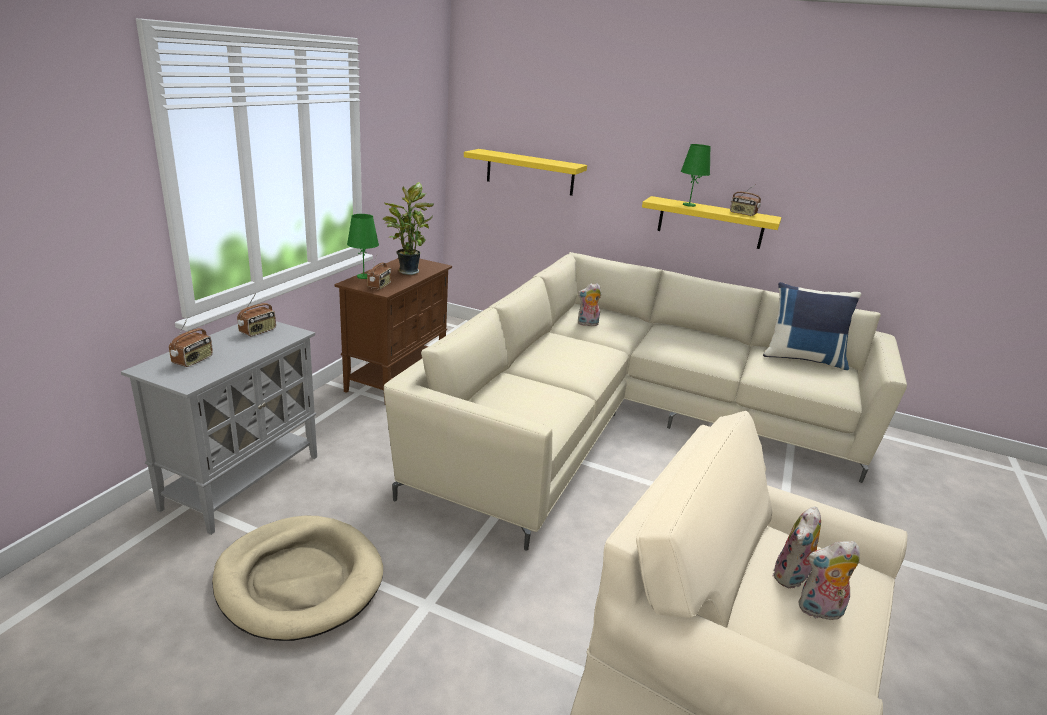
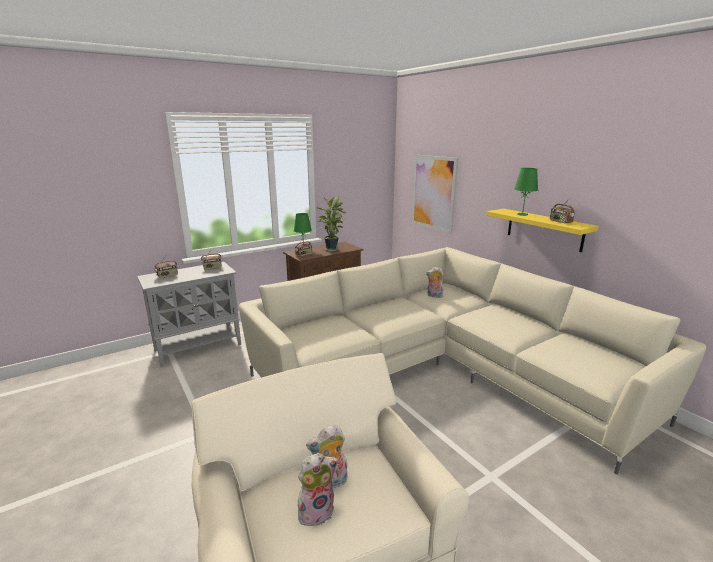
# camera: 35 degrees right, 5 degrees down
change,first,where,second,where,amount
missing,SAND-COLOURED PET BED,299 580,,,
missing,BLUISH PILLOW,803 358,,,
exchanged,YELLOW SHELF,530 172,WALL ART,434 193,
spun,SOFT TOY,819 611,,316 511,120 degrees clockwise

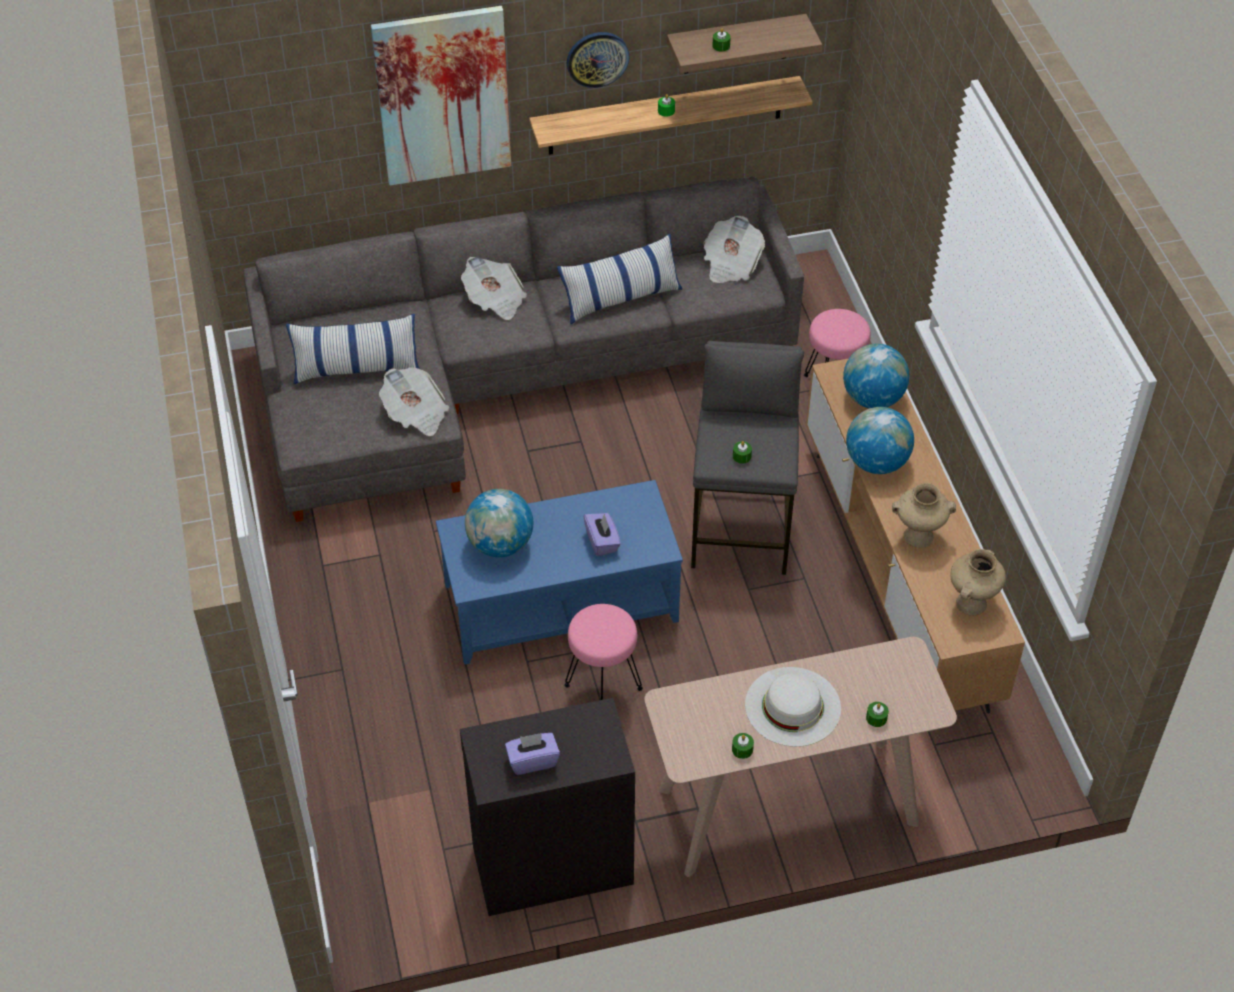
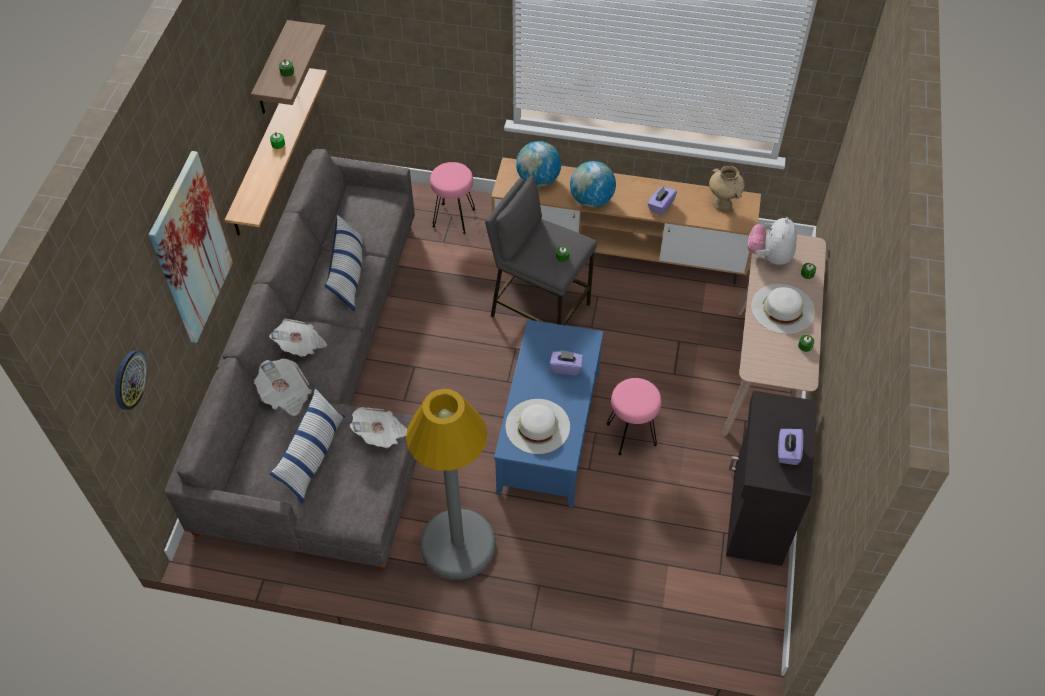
# camera: 65 degrees left, 5 degrees up
change,first,where,second,where,amount
appeared,,,GREY STANDING LAMP,457 544,
appeared,,,SOFT TOY,769 256,
relocated,HANGING CLOCK,597 58,,129 380,
relocated,DAILY PAPER,731 264,,285 395,
exchanged,DESK GLOBE,500 544,WHITE HAT,537 426,
exchanged,SAND-COLOURED VASE,917 537,PURPLE-COLOURED TISSUE HOLDER,660 206,

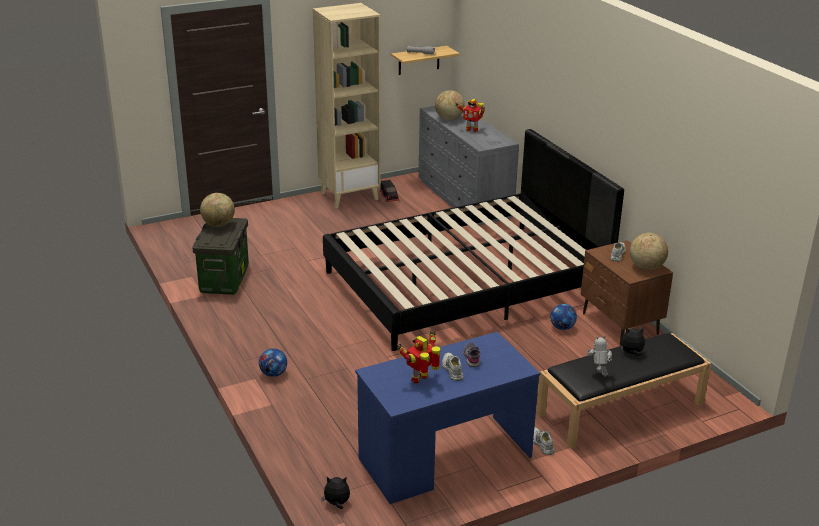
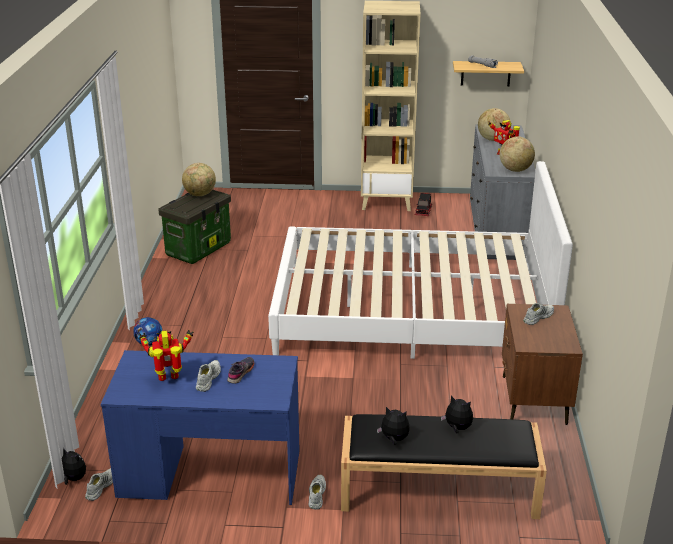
# camera: 30 degrees right, 0 degrees up
change,first,where,second,where,amount
missing,FOOTBALL,562 327,,,
appeared,,,WHITE ITEM OF FOOTWEAR,100 486,
relocated,DESK GLOBE,646 267,,515 170,
exchanged,TOY ROBOT,598 375,SOFT TOY,394 439,
colour,BLACK BEDROOM BED,465 283,WHITE BEDROOM BED,411 311,

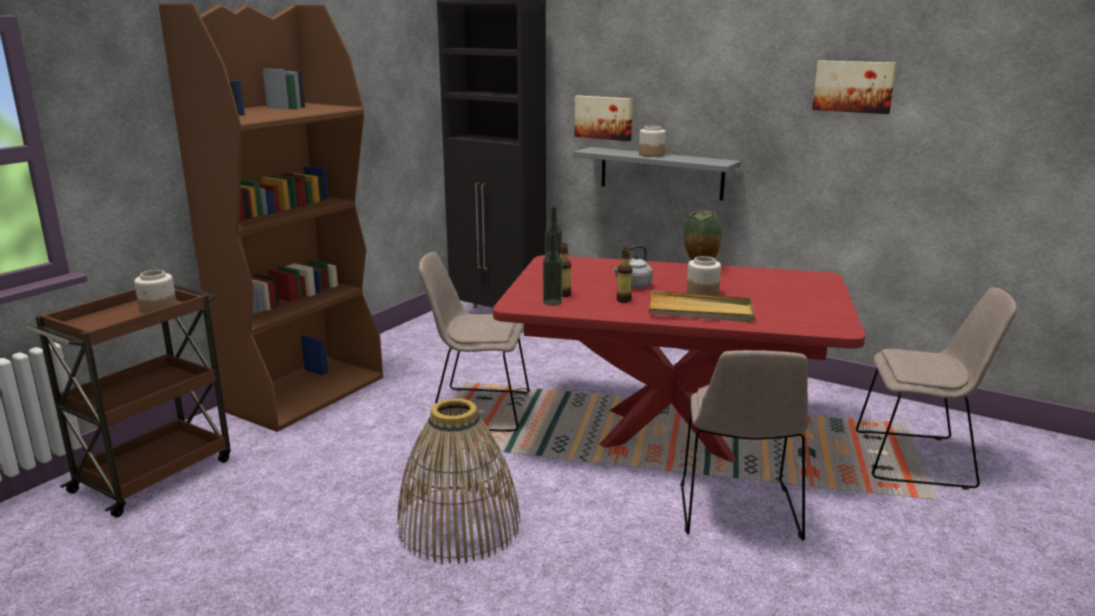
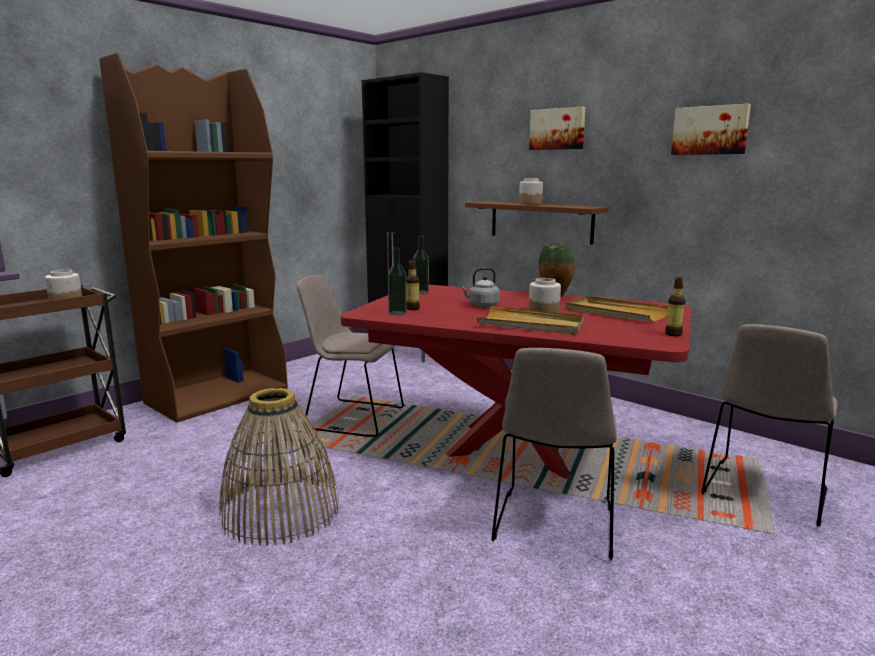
# camera: 10 degrees right, 5 degrees down
change,first,where,second,where,amount
appeared,,,SAND-COLOURED CARRYING TRAY,615 312,
relocated,WALL ART,604 117,,557 129,
relocated,DRINK BOTTLE,623 300,,673 334,
colour,GREY SHELF,661 173,BROWN-COLOURED SHELF,540 221,
spun,SAND-COLOURED PLAIN CHAIR,918 459,,763 493,105 degrees clockwise

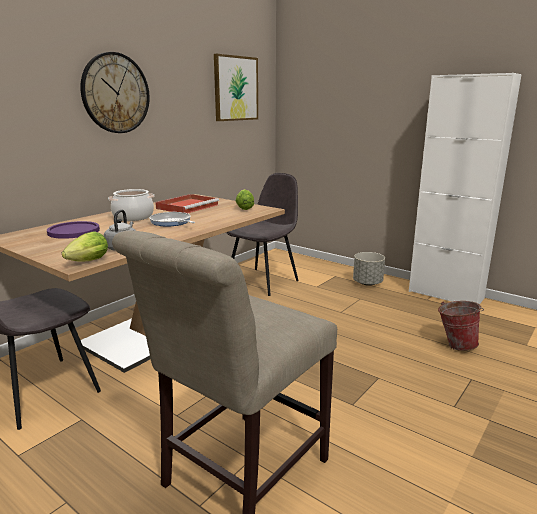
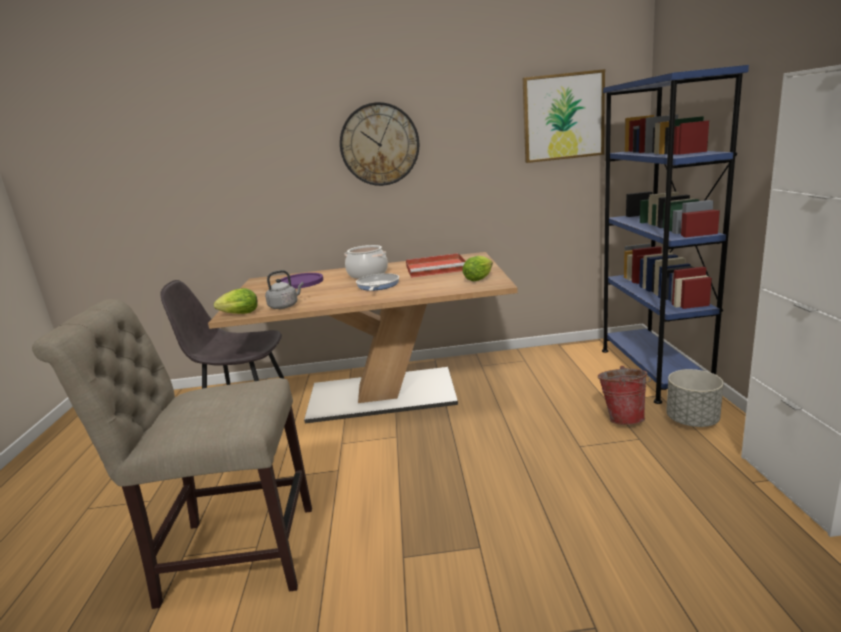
# camera: 50 degrees right, 0 degrees up
change,first,where,second,where,amount
missing,GREY PLAIN CHAIR,263 281,,,
appeared,,,BLUISH BOOKSHELF,652 371,
relocated,PAIL,455 344,,623 418,

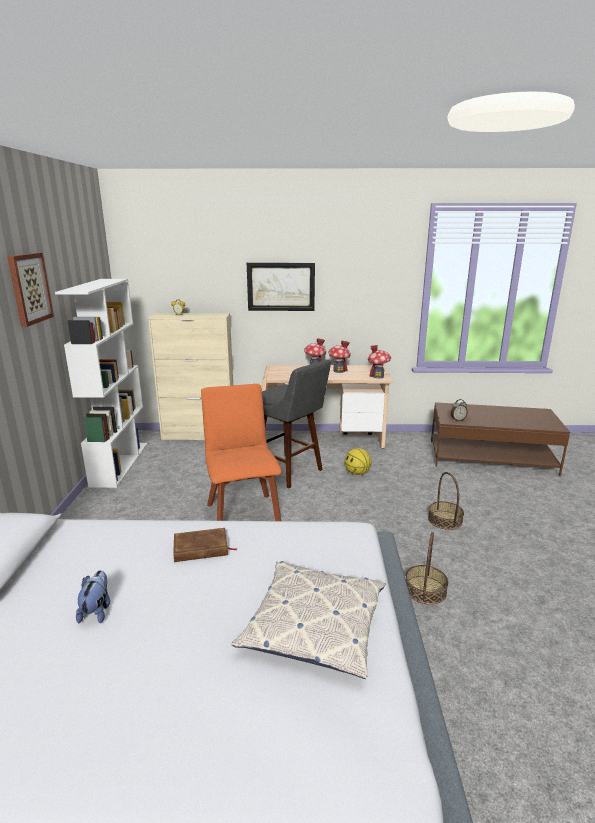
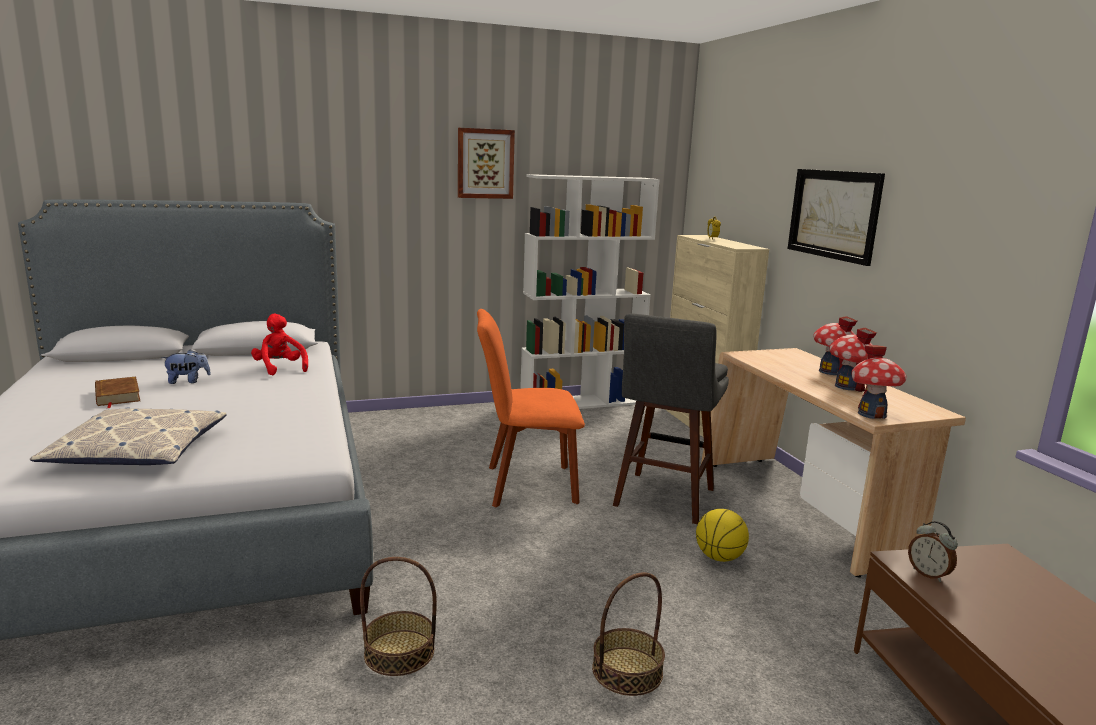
# camera: 70 degrees right, 5 degrees down
change,first,where,second,where,amount
appeared,,,RED SOFT TOY,280 368,
relocated,BROWN-COLOURED VOLUME,201 548,,117 396,
spun,ORANGE-COLOURED PLAIN CHAIR,243 512,,525 485,150 degrees counterclockwise

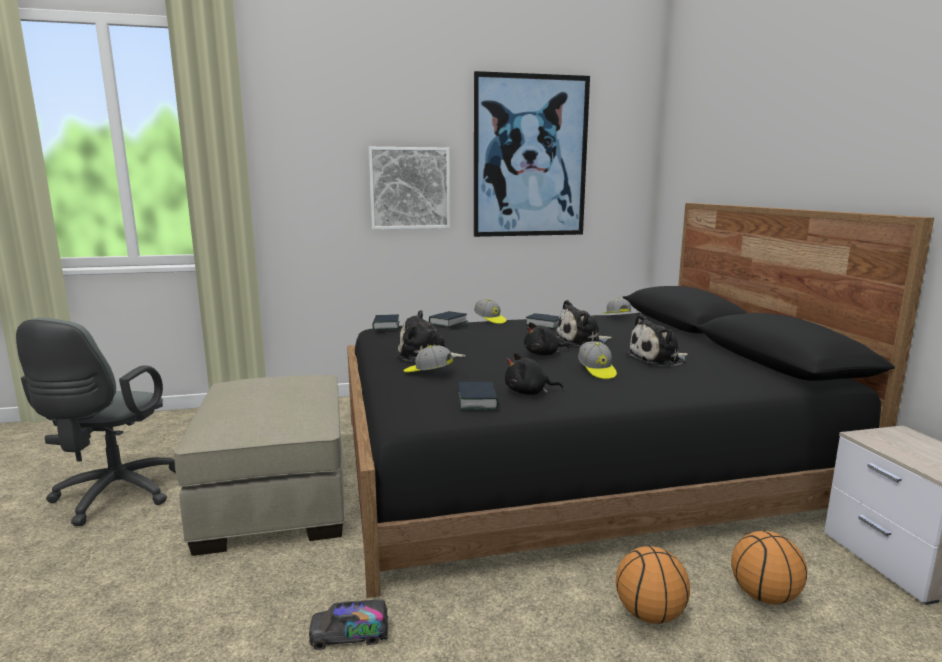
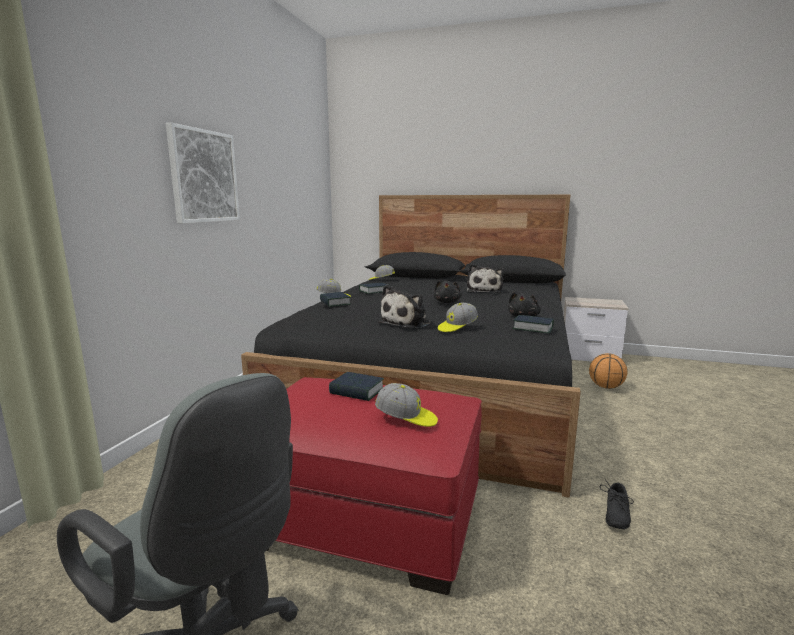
# camera: 60 degrees left, 0 degrees up
change,first,where,second,where,amount
missing,WALL ART,530 157,,,
missing,SOFT TOY,582 341,,,
missing,BASKETBALL,650 615,,,
relocated,VOLUME,386 326,,357 391,
relocated,BASEBALL CAP,597 371,,406 418,
exchanged,TOY TRUCK,350 635,BLACK ITEM OF FOOTWEAR,614 514,
colour,SAND-COLOURED OTTOMAN,276 497,RED OTTOMAN,367 516,

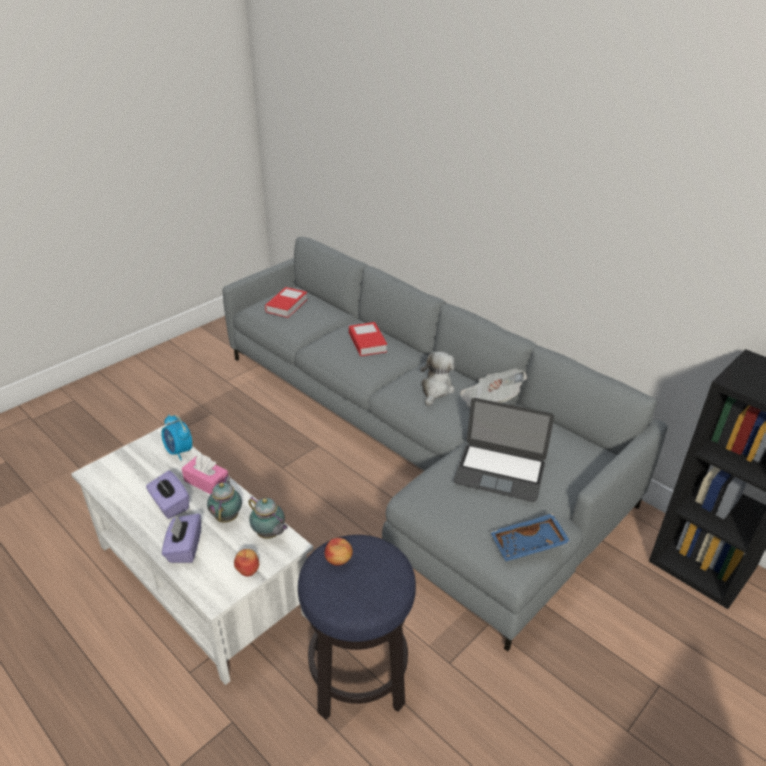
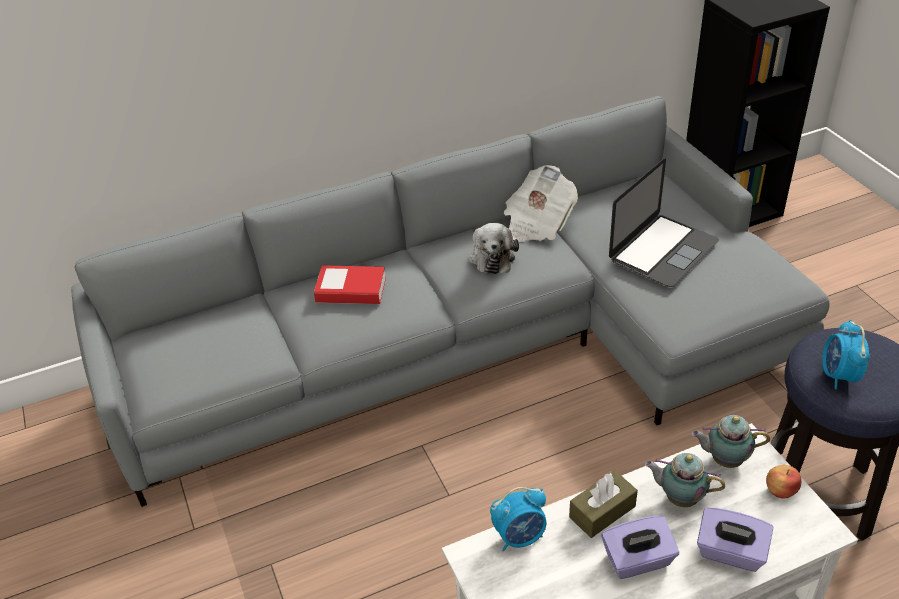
# camera: 65 degrees left, 5 degrees up
change,first,where,second,where,amount
missing,VOLUME,286 305,,,
missing,BLUISH CARRYING TRAY,529 545,,,
exchanged,APPLE,339 560,ALARM CLOCK,838 375,
colour,PINK-COLOURED TISSUE HOLDER,206 482,BROWN-COLOURED TISSUE HOLDER,602 511,
spun,POT FOR TEA,269 534,,724 459,150 degrees counterclockwise
spun,SOFT TOY,436 389,,492 257,135 degrees counterclockwise

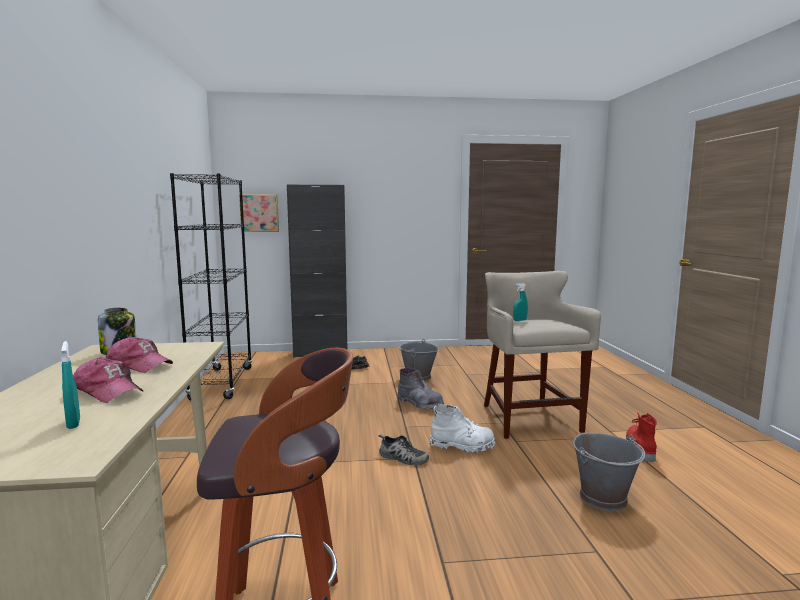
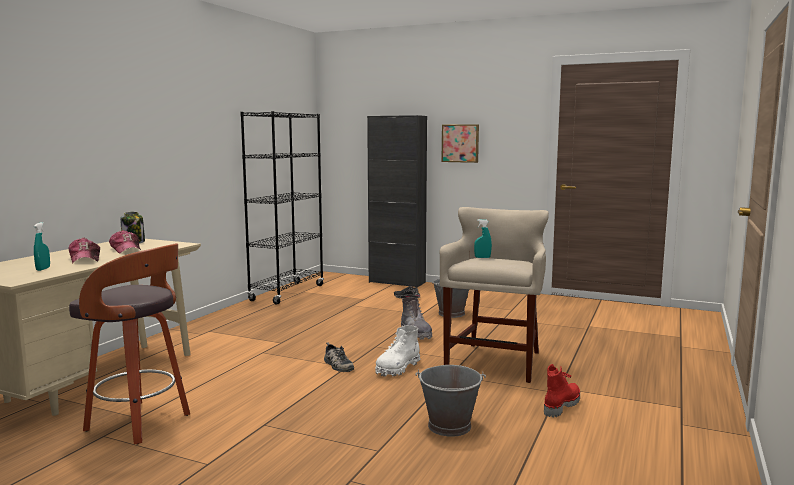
# camera: 30 degrees right, 0 degrees up
change,first,where,second,where,amount
relocated,WALL ART,259 213,,460 143,
spun,WHITE BOOT,462 446,,397 368,90 degrees clockwise

